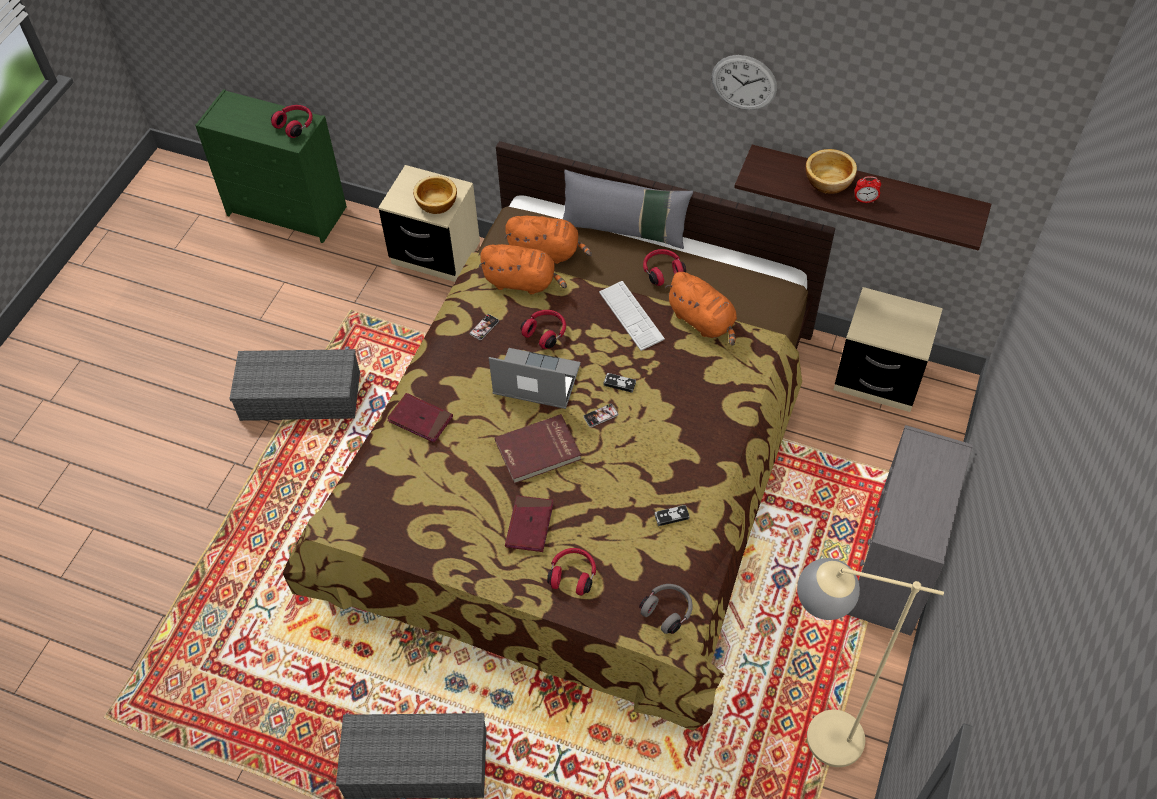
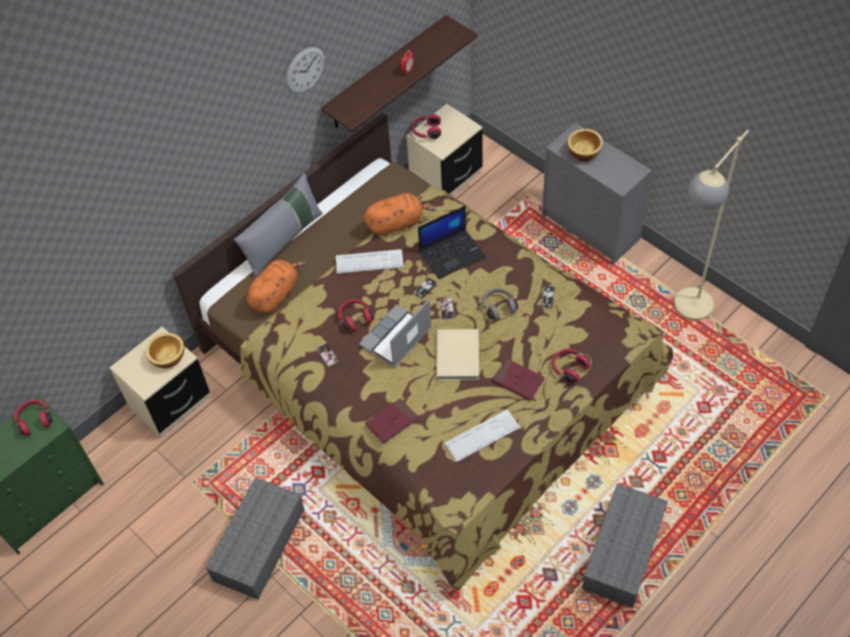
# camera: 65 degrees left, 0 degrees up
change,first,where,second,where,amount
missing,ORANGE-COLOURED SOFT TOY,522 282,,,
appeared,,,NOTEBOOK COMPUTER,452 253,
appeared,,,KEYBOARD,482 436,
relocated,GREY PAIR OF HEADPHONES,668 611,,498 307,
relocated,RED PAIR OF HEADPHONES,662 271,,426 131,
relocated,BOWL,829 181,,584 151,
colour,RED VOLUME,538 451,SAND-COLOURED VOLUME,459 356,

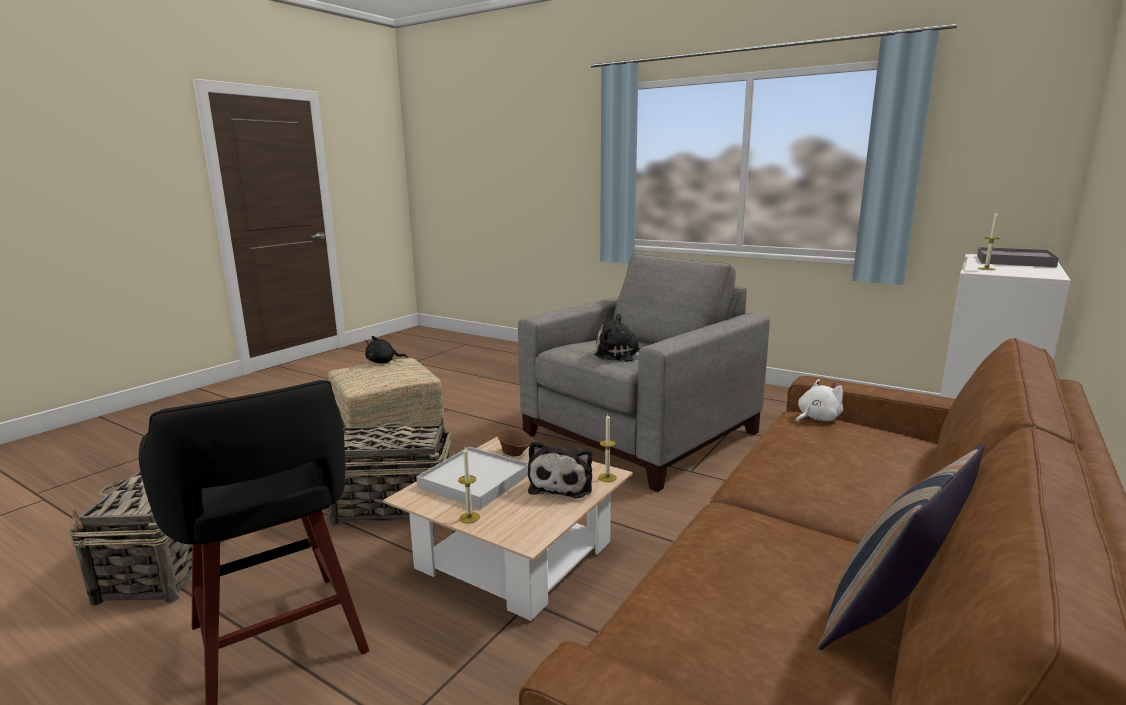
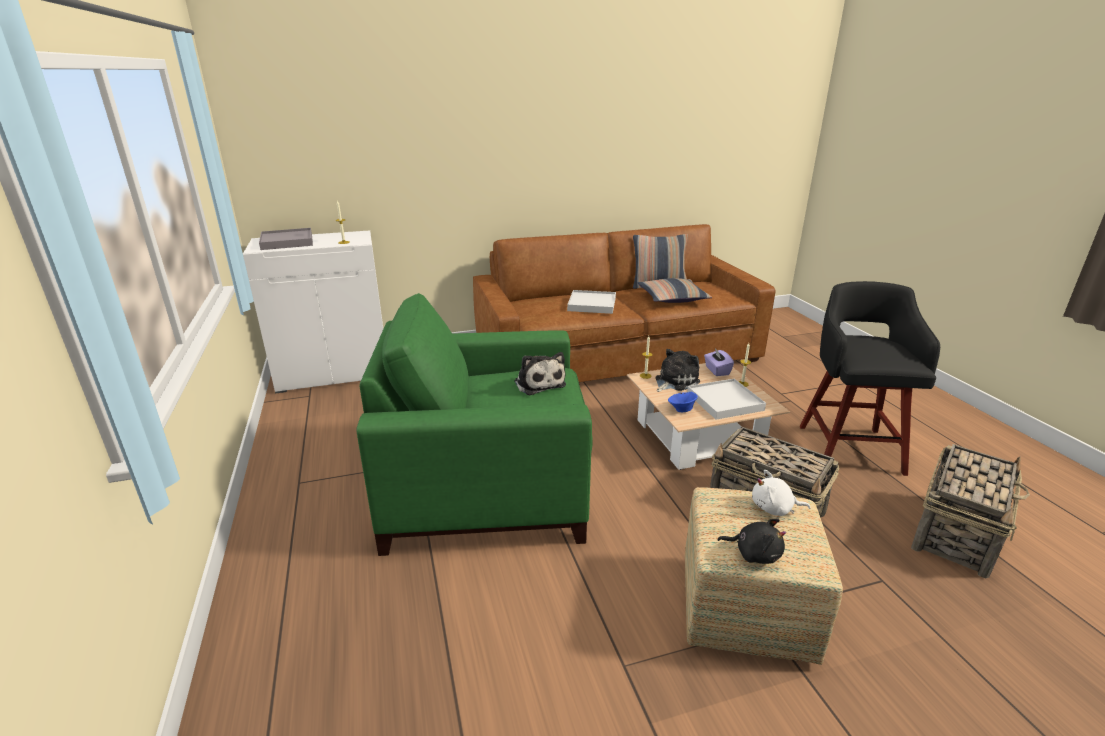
# camera: 140 degrees left, 10 degrees up
change,first,where,second,where,amount
appeared,,,WHITE CARRYING TRAY,592 304,
appeared,,,PILLOW,672 298,
appeared,,,PURPLE-COLOURED TISSUE HOLDER,717 370,
relocated,WHITE SOFT TOY,816 418,,774 508,
colour,BROWN-COLOURED BOWL,515 453,BLUISH BOWL,681 410,
colour,GREY EASY CHAIR,639 435,GREEN-COLOURED EASY CHAIR,488 485,

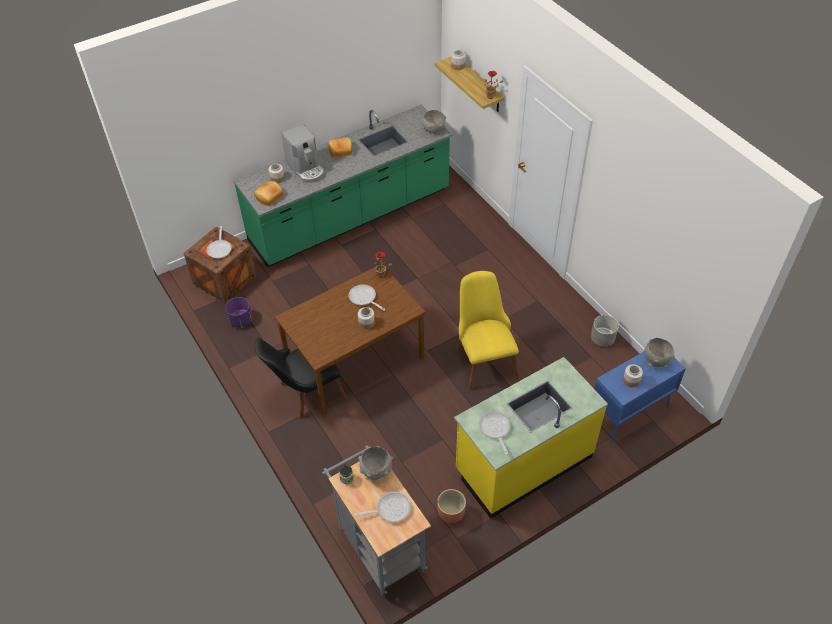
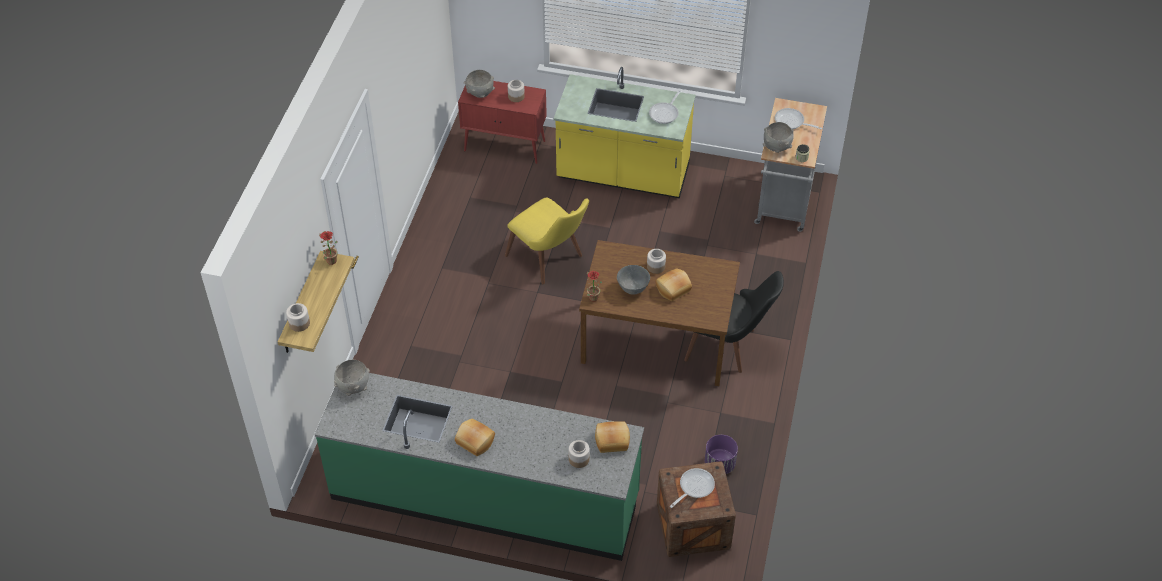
# camera: 135 degrees left, 0 degrees up
change,first,where,second,where,amount
missing,COFFEE MAKER,306 169,,,
missing,BROWN-COLOURED PLANT POT,450 513,,,
missing,GREY PLANT POT,602 339,,,
appeared,,,BAKED BREAD,673 289,
exchanged,SKILLET,364 298,GREY BOWL,633 288,
colour,BLUISH CABINET,628 414,RED CABINET,505 146,
spun,YELLOW PLAIN CHAIR,483 358,,551 260,75 degrees counterclockwise

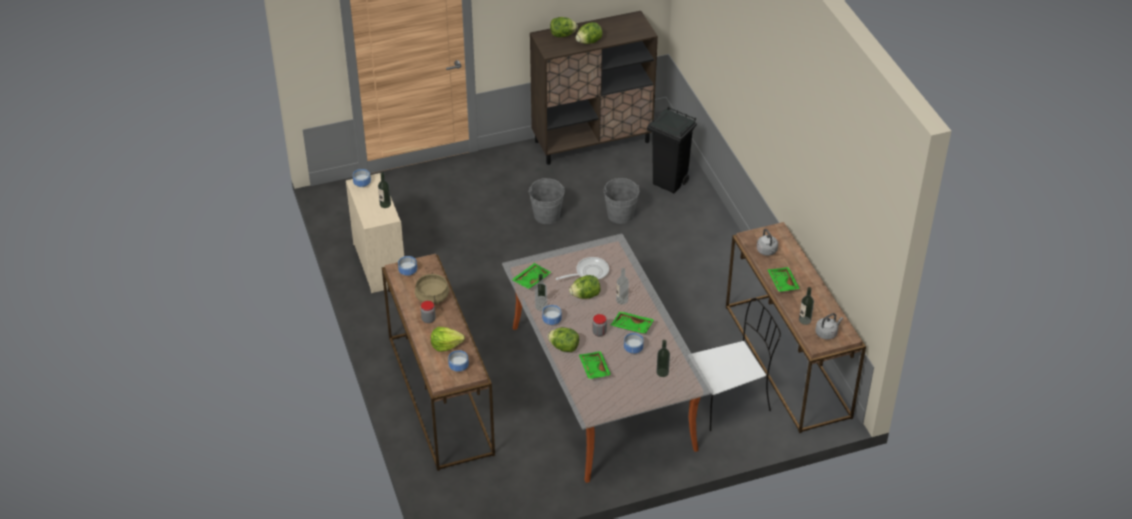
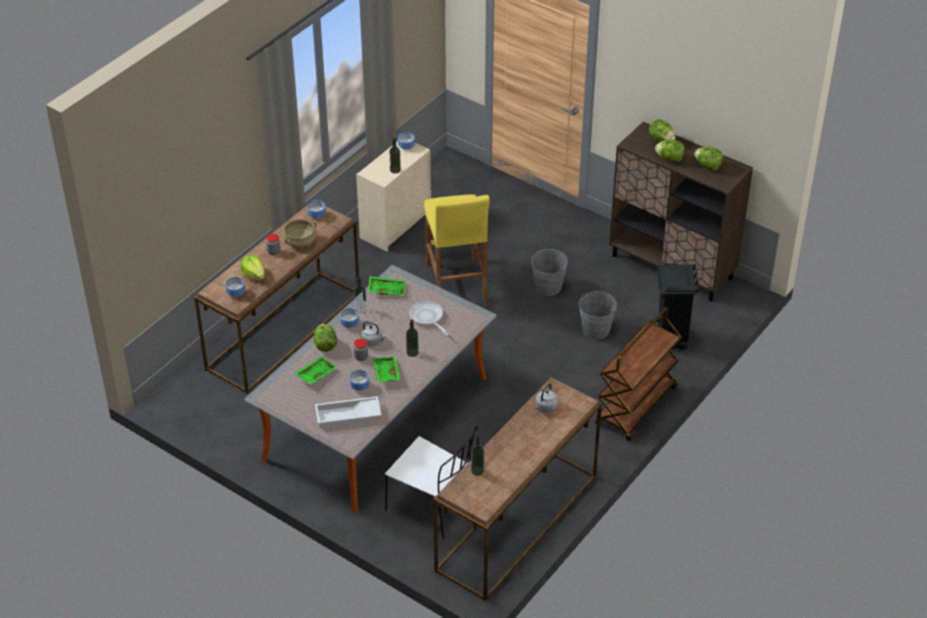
# camera: 55 degrees right, 0 degrees up
change,first,where,second,where,amount
missing,GREEN-COLOURED CARRYING TRAY,782 283,,,
appeared,,,YELLOW STOOL,456 282,
appeared,,,BROWN-COLOURED CART,636 407,
relocated,LETTUCE,585 295,,708 166,
relocated,GREY KETTLE,827 333,,373 341,
exchanged,DRINK BOTTLE,662 372,WHITE CARRYING TRAY,347 416,
spun,SKILLET,589 272,,427 318,150 degrees counterclockwise

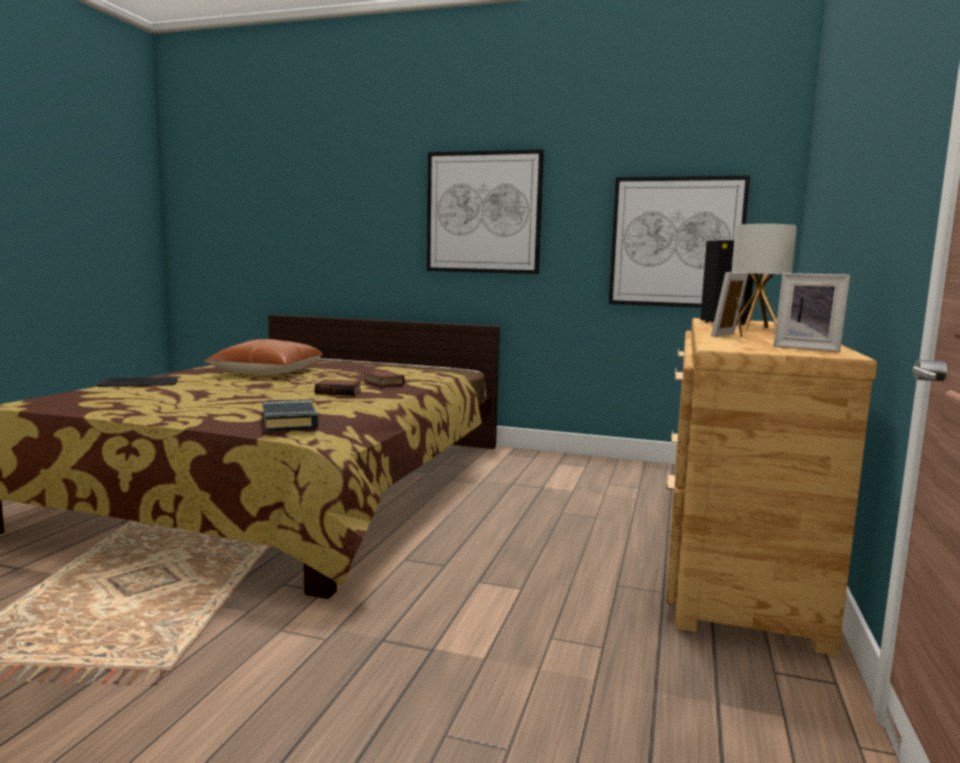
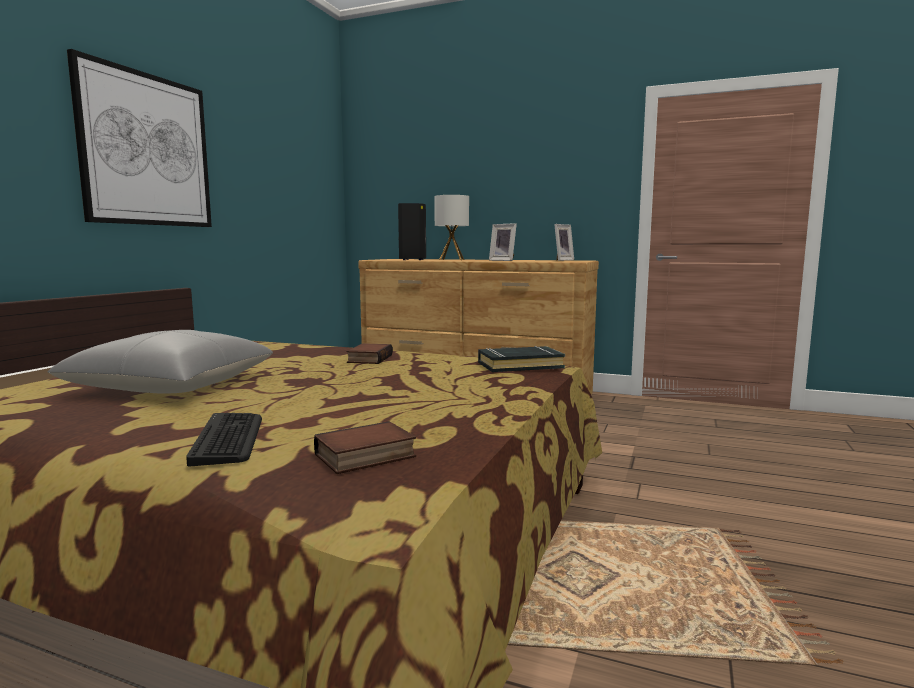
# camera: 85 degrees left, 0 degrees up
change,first,where,second,where,amount
missing,WALL ART,676 242,,,
relocated,VOLUME,382 383,,365 457,
colour,BROWN-COLOURED PILLOW,266 372,GREY PILLOW,172 386,

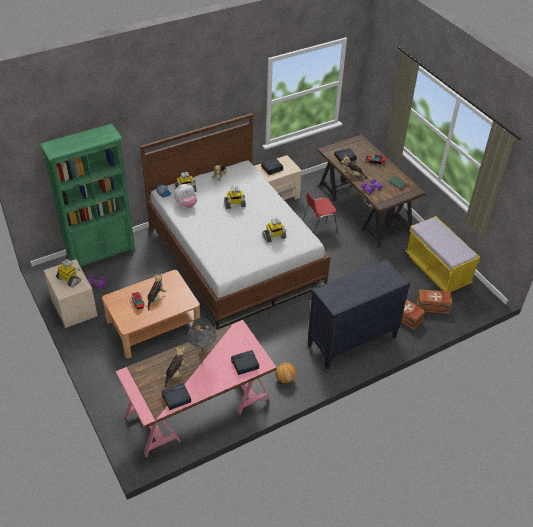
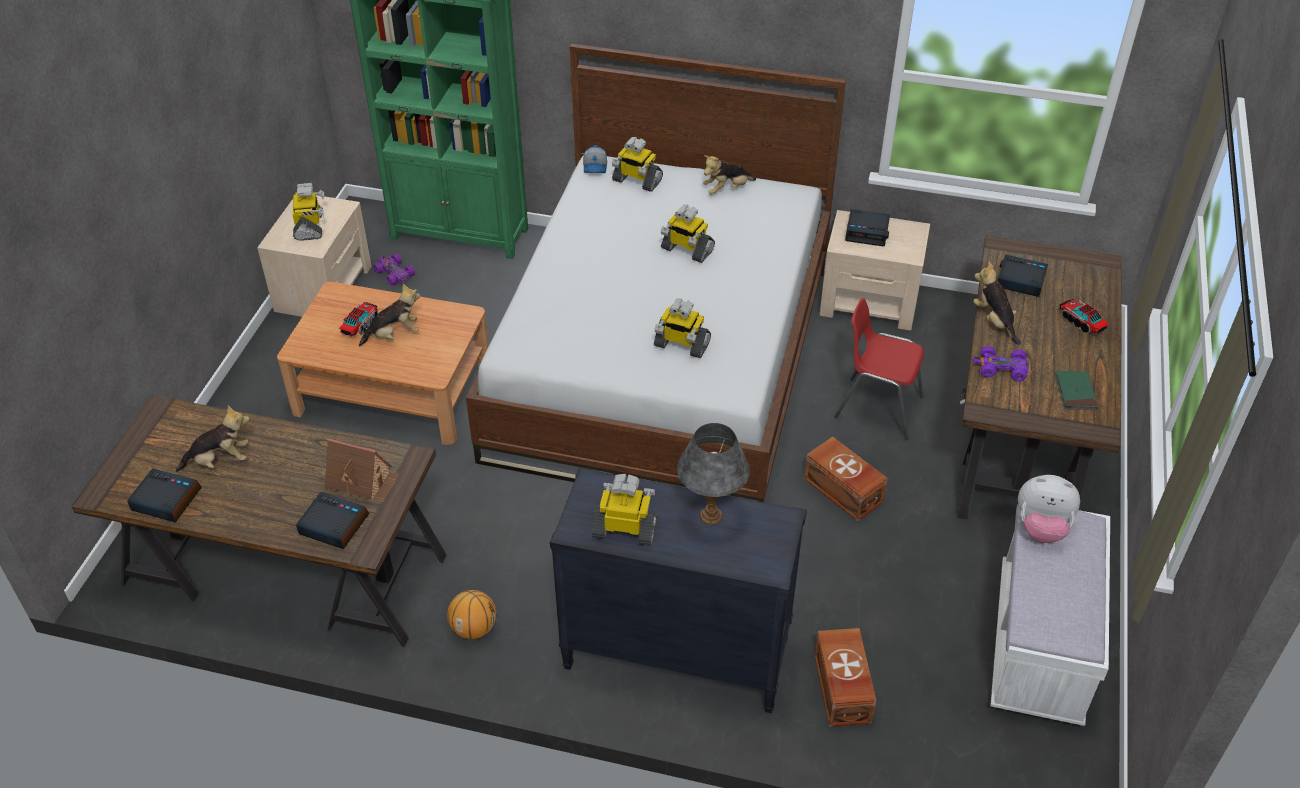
# camera: 45 degrees right, 0 degrees up
change,first,where,second,where,amount
appeared,,,MODEL HOUSE,363 481,
appeared,,,TOY ROBOT,626 529,
relocated,SOFT TOY,186 204,,1041 528,
relocated,GREY LAMP FOR A TABLE,202 354,,710 516,
relocated,BROWN-COLOURED STORAGE CONTAINER,433 307,,843 491,
colour,PINK-COLOURED DESK UNIT,199 408,BROWN-COLOURED DESK UNIT,284 571,
colour,YELLOW BENCH,437 270,WHITE BENCH,1039 645,

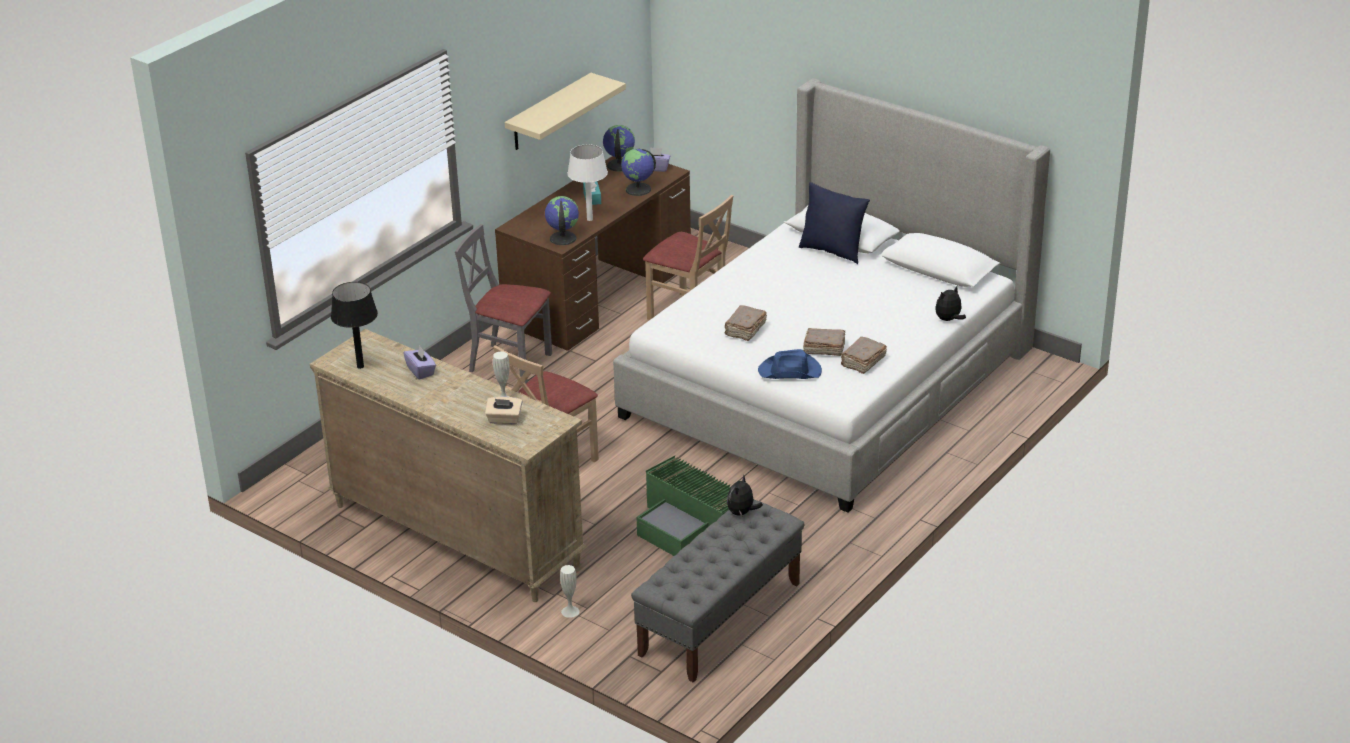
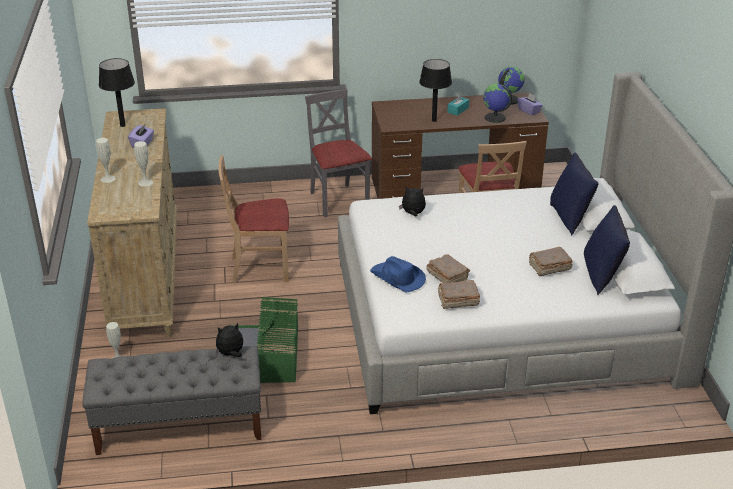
# camera: 45 degrees right, 0 degrees up
change,first,where,second,where,amount
missing,SAND-COLOURED TISSUE HOLDER,504 419,,,
missing,SAND-COLOURED SHELF,549 113,,,
missing,DESK GLOBE,562 238,,,
appeared,,,WHITE VASE,108 179,
appeared,,,BLUISH PILLOW,602 276,
relocated,BROWN-COLOURED VOLUME,745 330,,549 267,
relocated,SOFT TOY,948 320,,413 214,
colour,WHITE LAMP FOR A TABLE,589 219,BLACK LAMP FOR A TABLE,434 120,

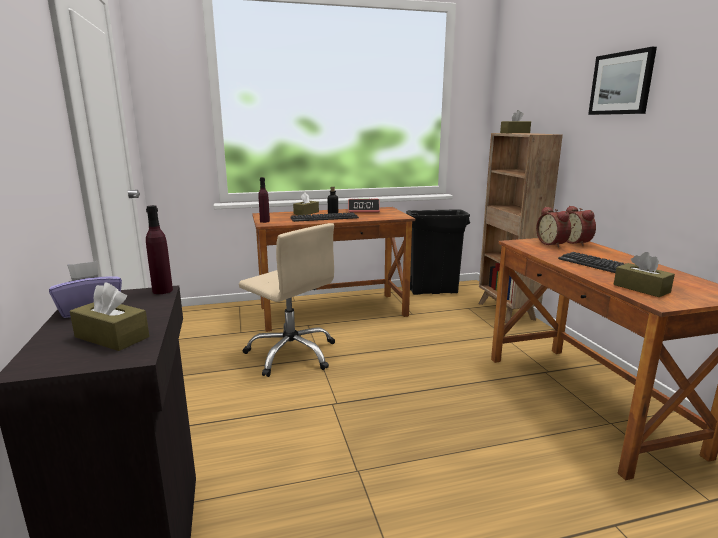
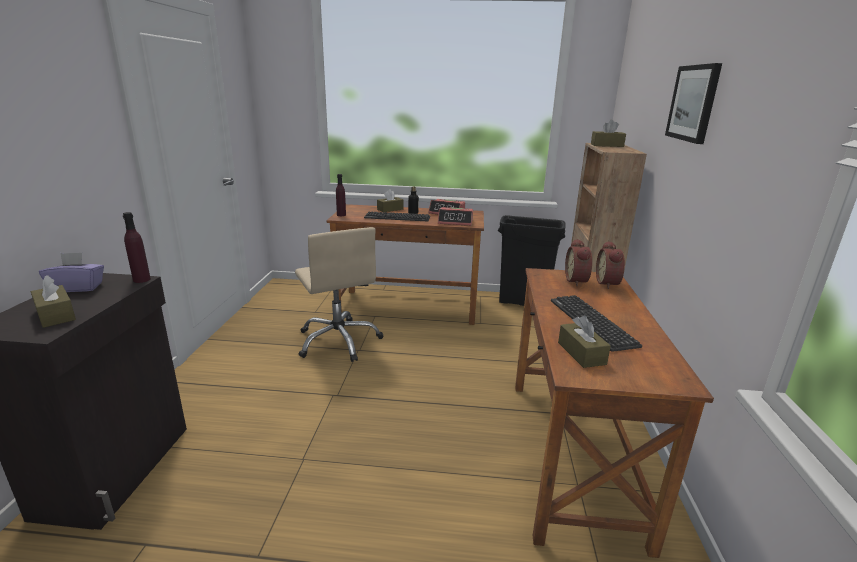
# camera: 20 degrees right, 5 degrees up
change,first,where,second,where,amount
appeared,,,ALARM CLOCK,455 221,

